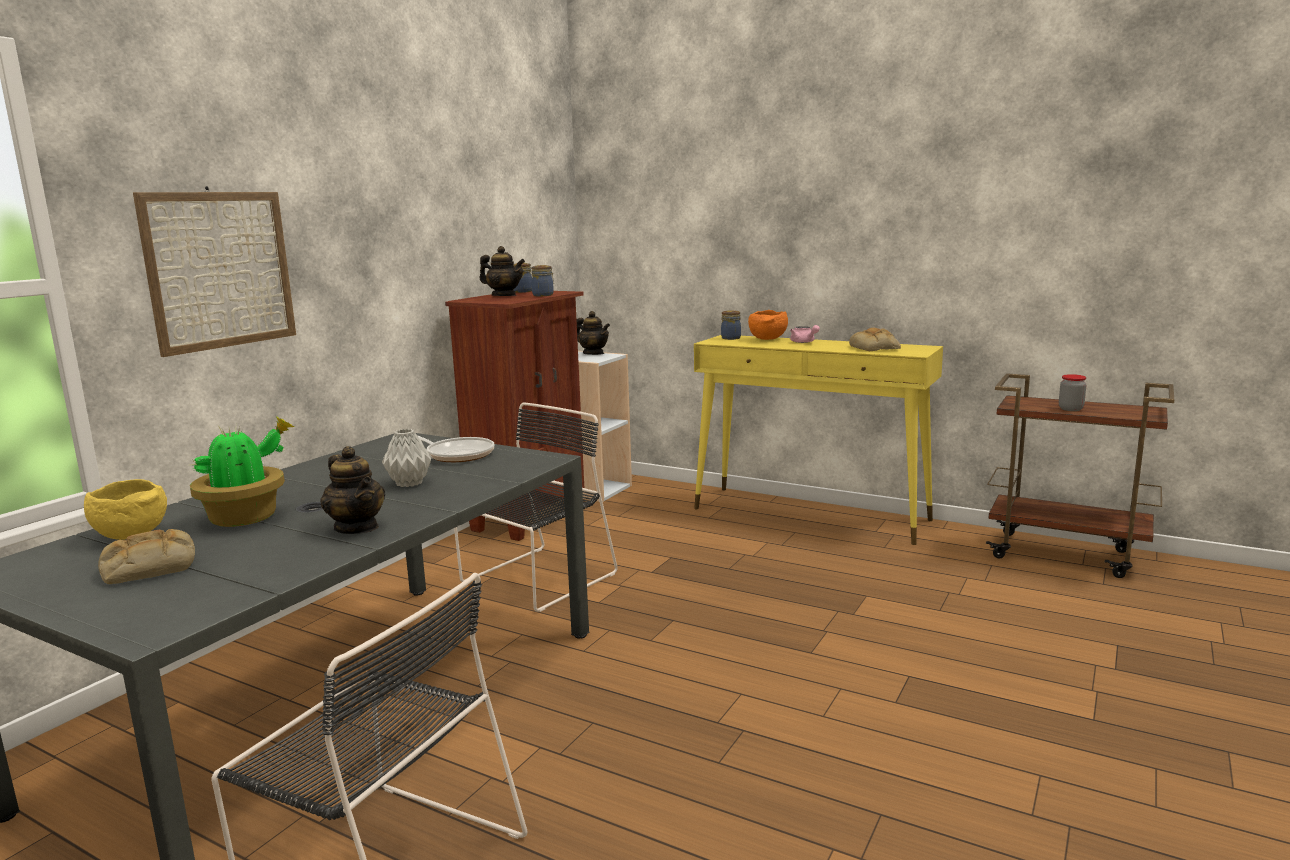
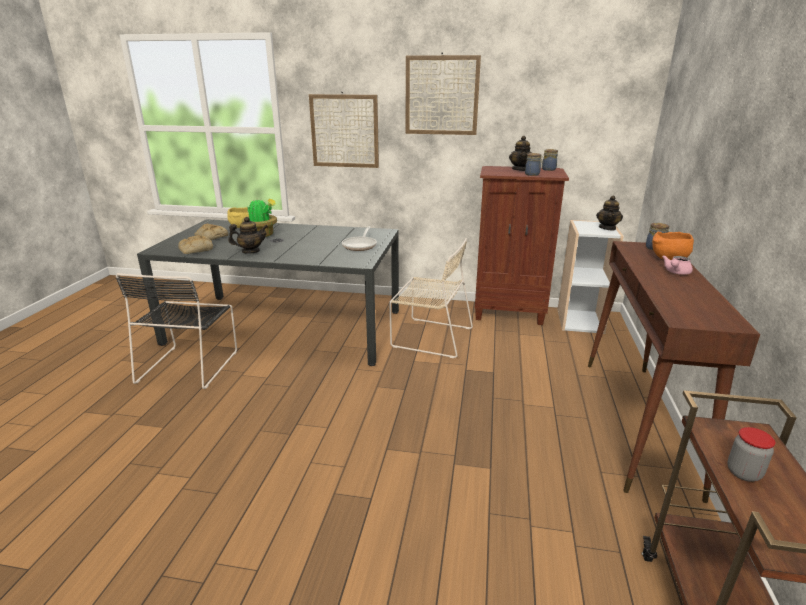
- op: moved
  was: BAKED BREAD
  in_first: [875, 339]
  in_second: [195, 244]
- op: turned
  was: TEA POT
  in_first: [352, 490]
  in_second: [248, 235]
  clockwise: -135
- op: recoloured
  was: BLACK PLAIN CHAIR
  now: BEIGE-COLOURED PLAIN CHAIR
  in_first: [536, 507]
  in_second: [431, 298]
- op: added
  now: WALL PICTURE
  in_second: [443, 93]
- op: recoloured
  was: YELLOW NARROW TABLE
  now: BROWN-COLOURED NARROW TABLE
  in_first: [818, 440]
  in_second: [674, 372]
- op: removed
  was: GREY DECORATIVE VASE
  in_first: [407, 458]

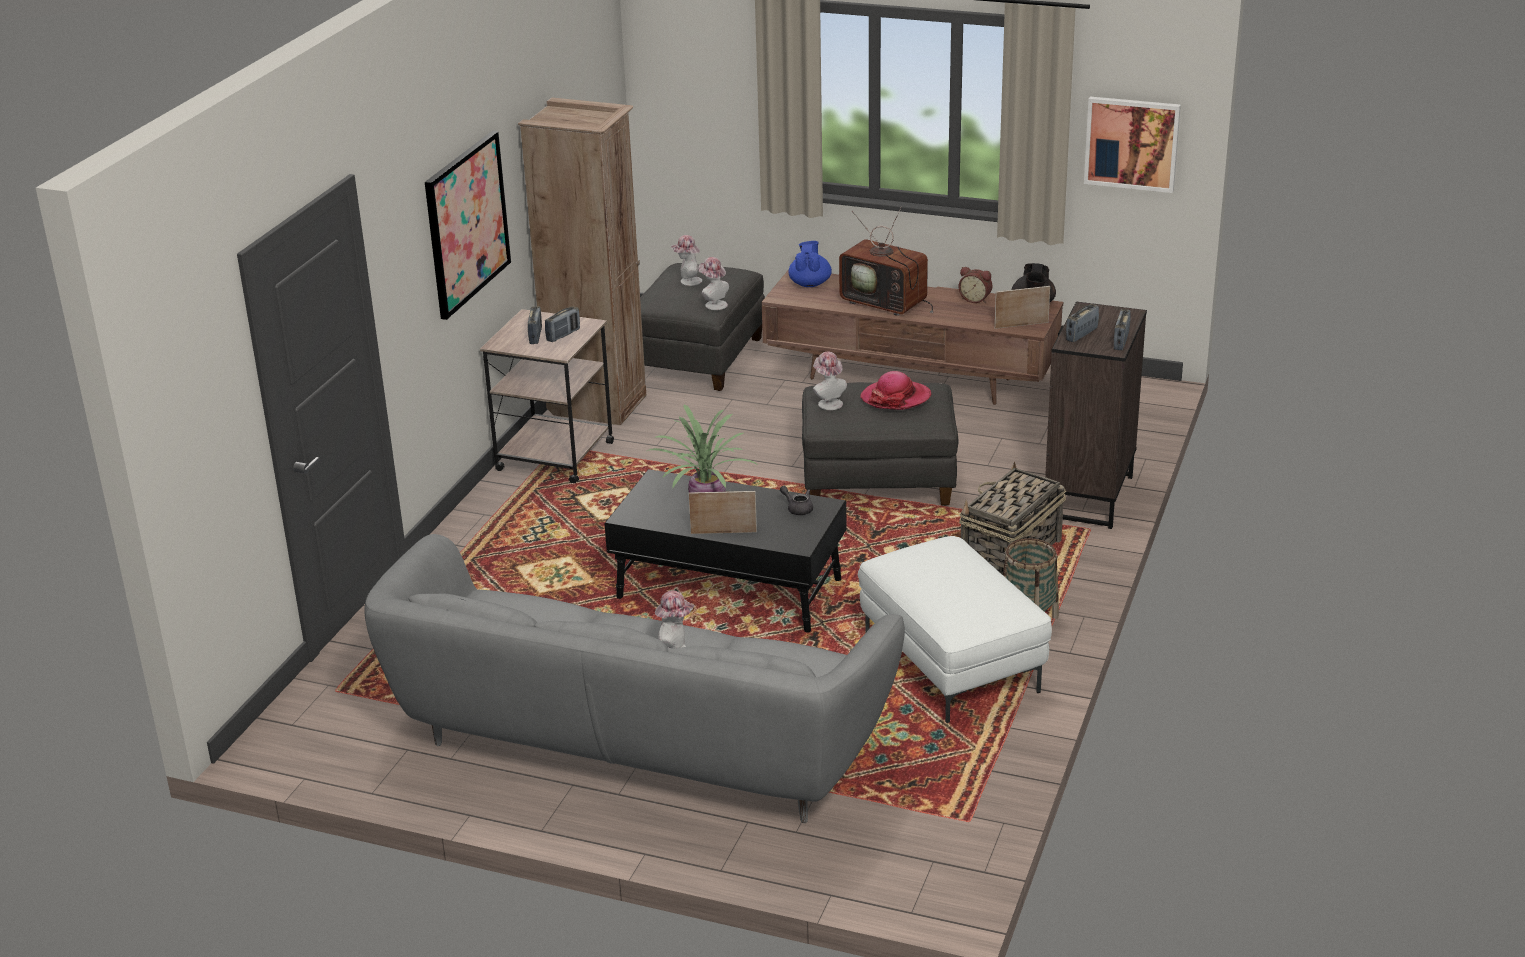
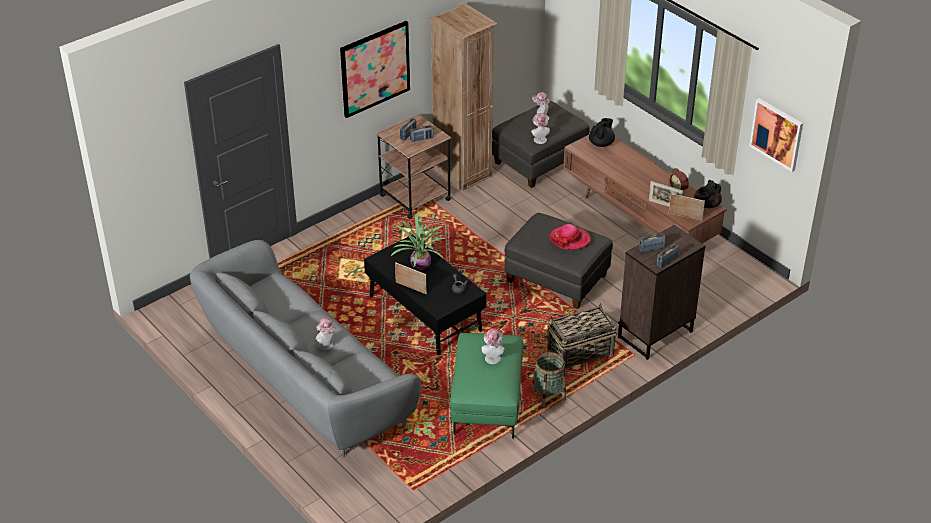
- op: recoloured
  was: WHITE FOOTREST
  now: GREEN FOOTREST
  in_first: [955, 629]
  in_second: [486, 386]
- op: moved
  was: WEARABLE HAT
  in_first: [830, 381]
  in_second: [493, 346]
- op: recoloured
  was: BLUE-COLOURED TEA POT
  now: BLACK TEA POT
  in_first: [810, 264]
  in_second: [602, 132]
- op: added
  now: STANDING FRAME
  in_second: [666, 194]
- op: removed
  was: TV SET
  in_first: [886, 261]

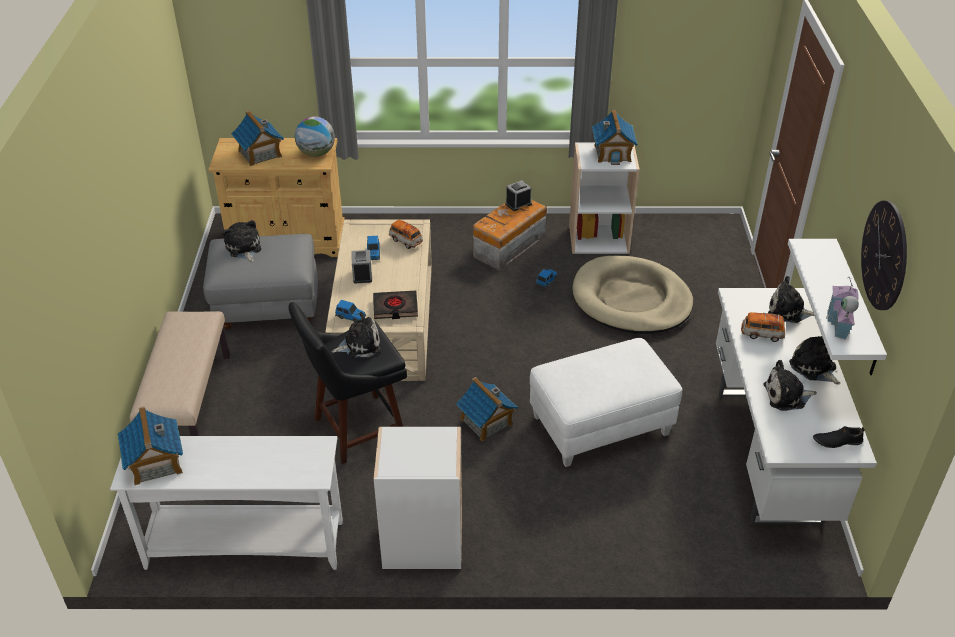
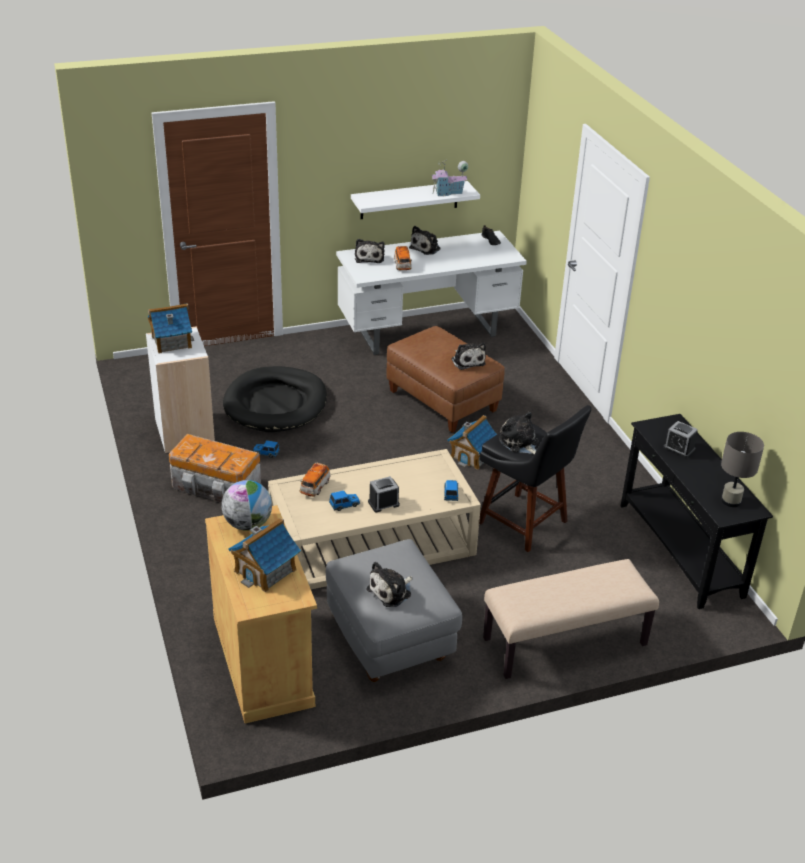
- op: recoloured
  was: BEIGE-COLOURED DOG BED
  now: BLACK DOG BED
  in_first: [633, 295]
  in_second: [275, 399]
- op: recoloured
  was: WHITE FOOTREST
  now: BROWN-COLOURED FOOTREST
  in_first: [606, 402]
  in_second: [446, 379]
- op: moved
  was: SOFT TOY
  in_first: [790, 385]
  in_second: [468, 356]
- op: recoloured
  was: WHITE NARROW TABLE
  now: BLACK NARROW TABLE
  in_first: [226, 503]
  in_second: [697, 511]
- op: moved
  was: ALARM CLOCK
  in_first: [518, 195]
  in_second: [680, 439]
- op: replaced
  was: MINIATURE HOUSE
  now: GREY TABLETOP LAMP
  in_first: [150, 445]
  in_second: [742, 469]
- op: removed
  was: BLACK BOUND BOOK
  in_first: [395, 305]
- op: removed
  was: WHITE SHELVING UNIT
  in_first: [418, 498]
- op: removed
  was: CLOCK ON THE WALL
  in_first: [884, 255]

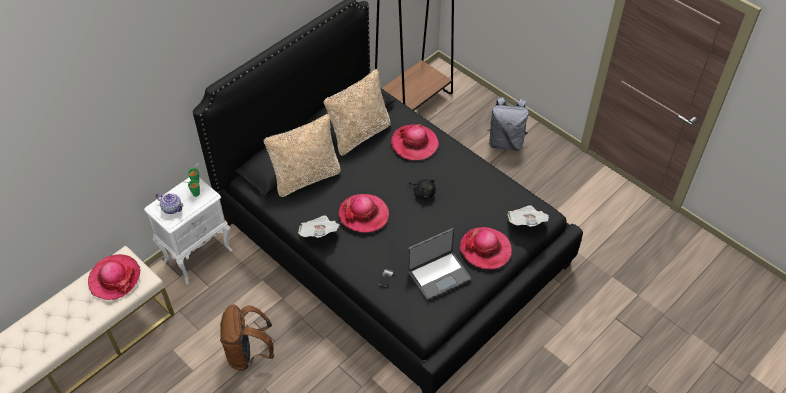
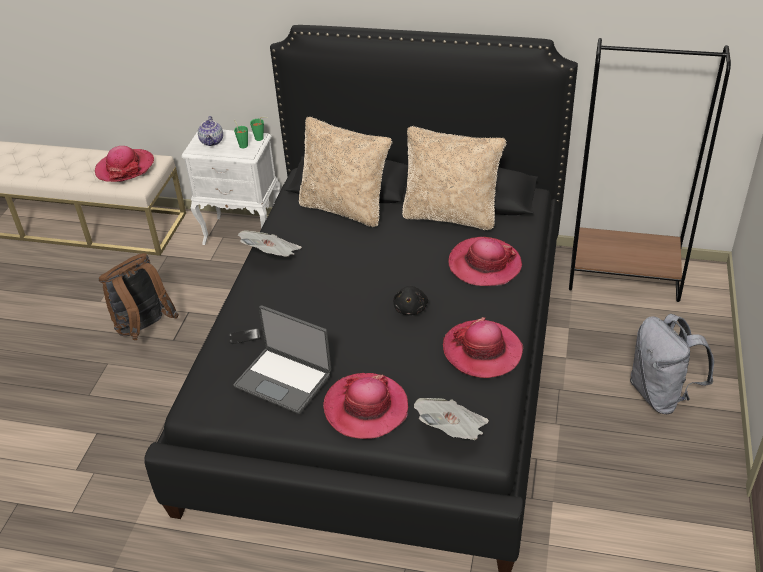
- op: moved
  was: WEARABLE HAT
  in_first: [364, 213]
  in_second: [483, 347]

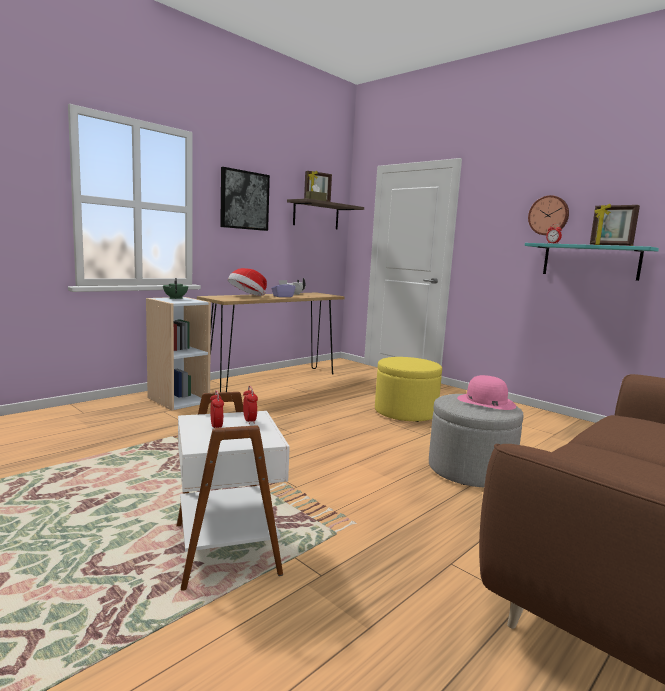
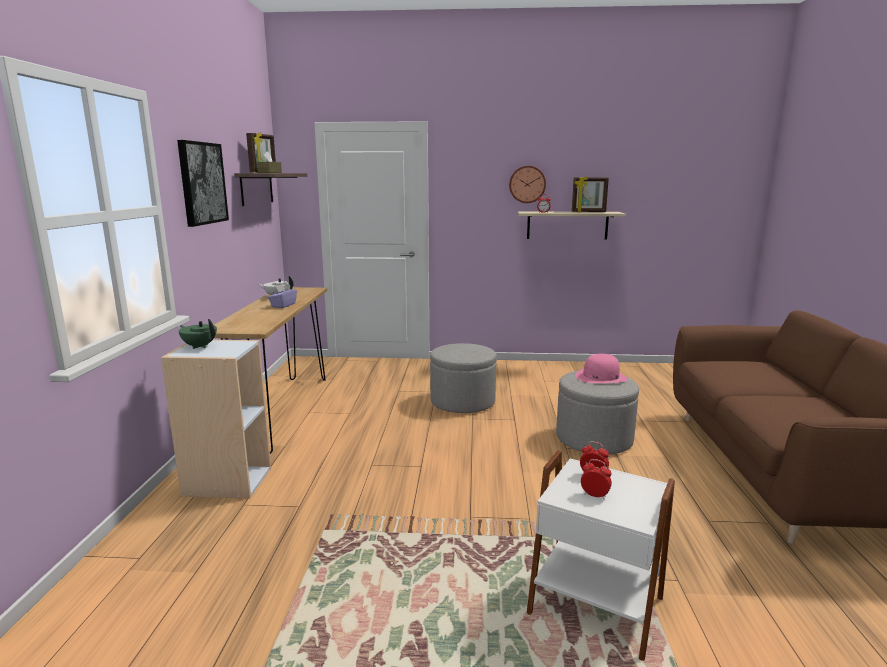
- op: recoloured
  was: YELLOW FOOTREST
  now: GREY FOOTREST
  in_first: [408, 389]
  in_second: [463, 378]
- op: recoloured
  was: TURQUOISE-COLOURED BRACKET SHELF
  now: BEIGE-COLOURED BRACKET SHELF
  in_first: [592, 262]
  in_second: [572, 225]
- op: removed
  was: WEARABLE HAT
  in_first: [247, 282]

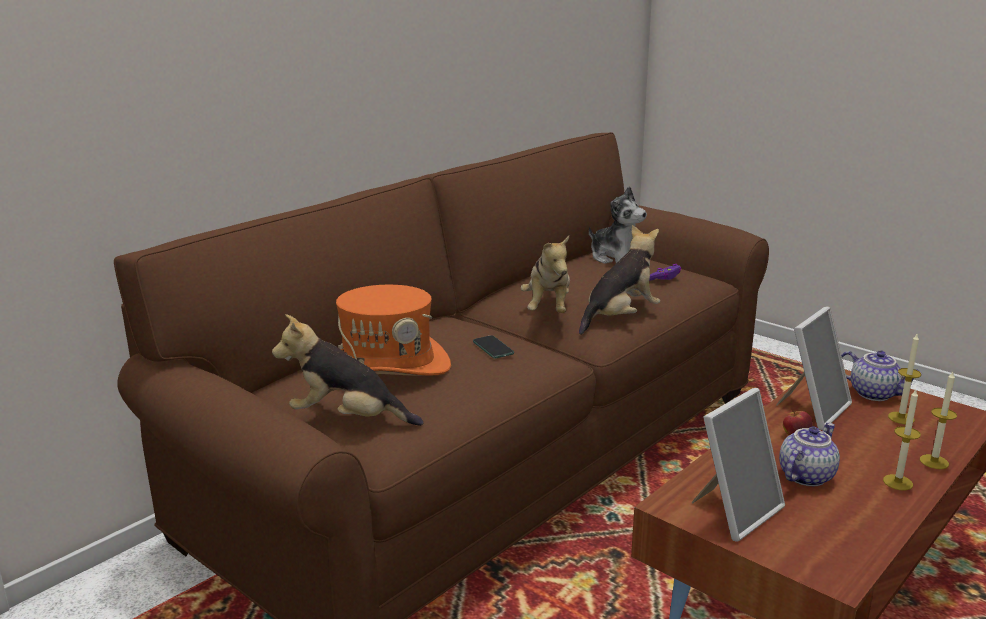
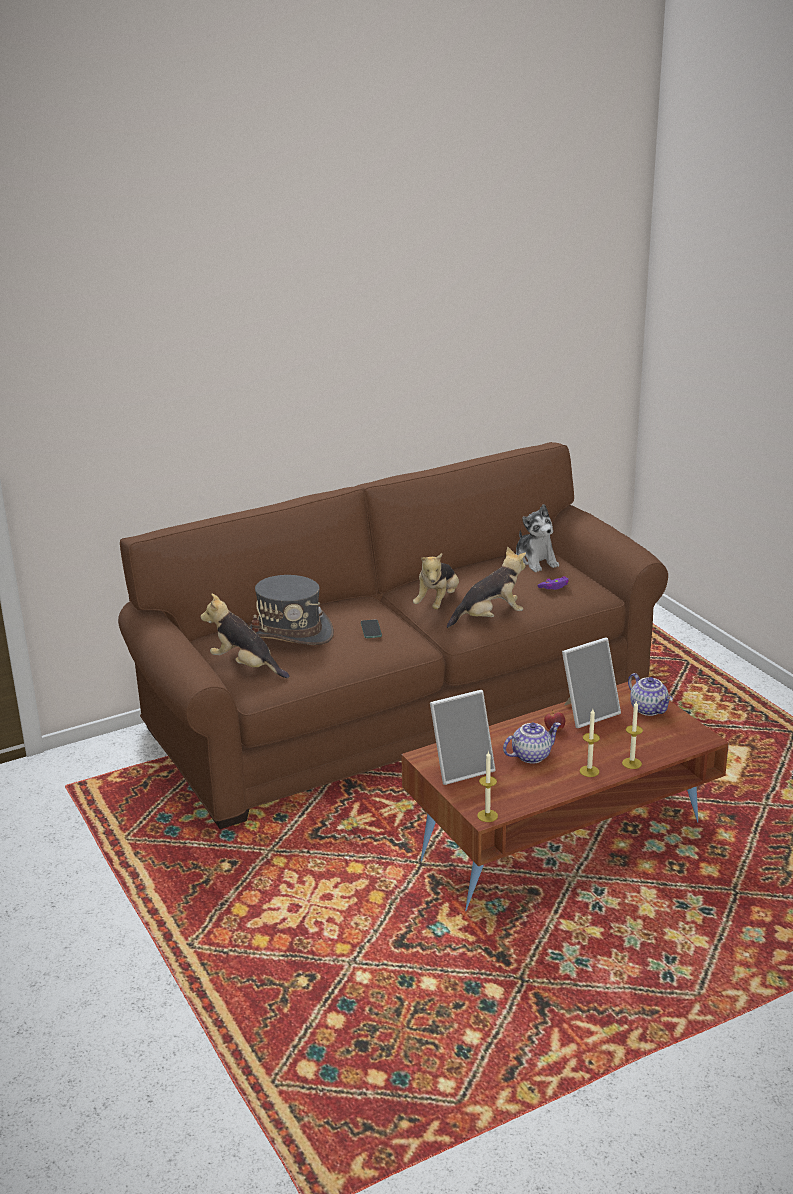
- op: recoloured
  was: ORANGE-COLOURED WEARABLE HAT
  now: GREY WEARABLE HAT
  in_first: [393, 330]
  in_second: [291, 610]
- op: moved
  was: CANDLE
  in_first: [904, 379]
  in_second: [487, 786]

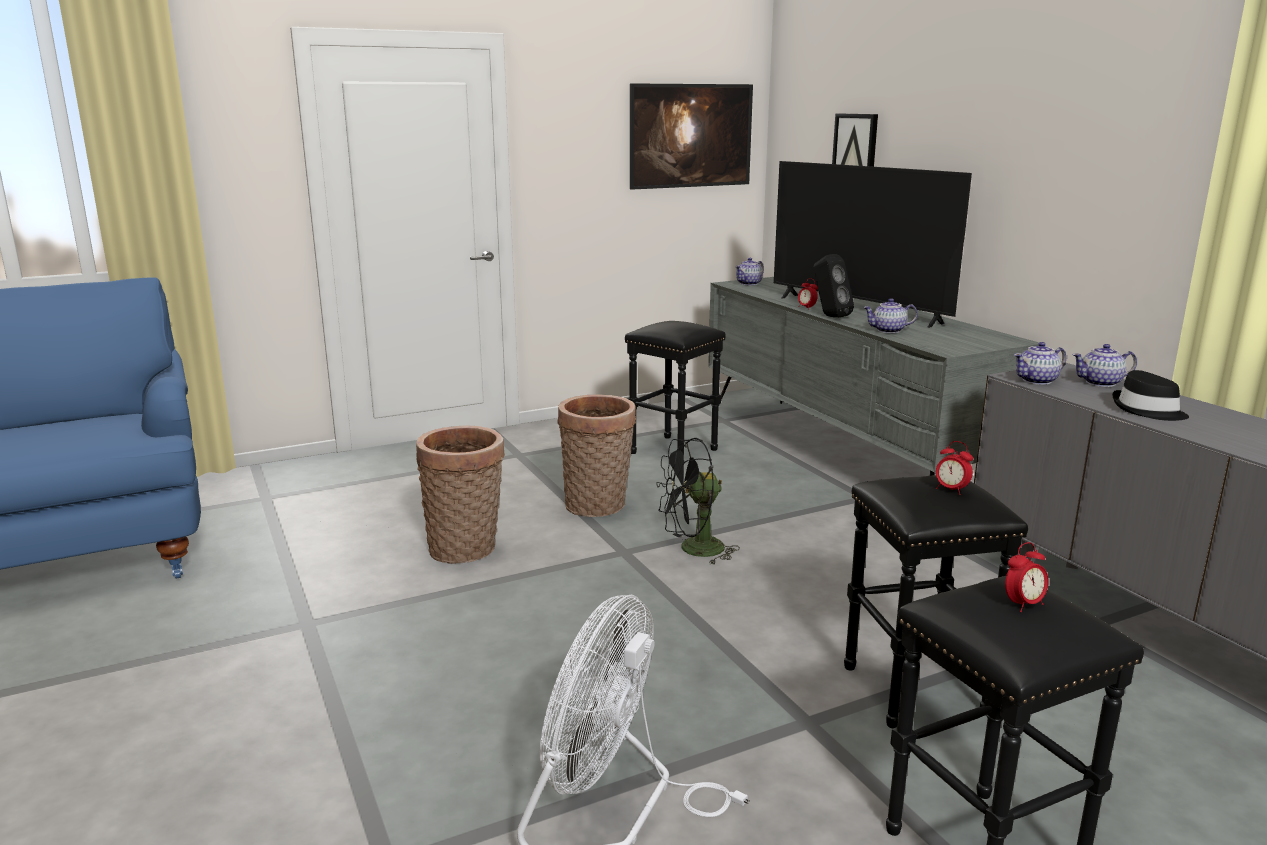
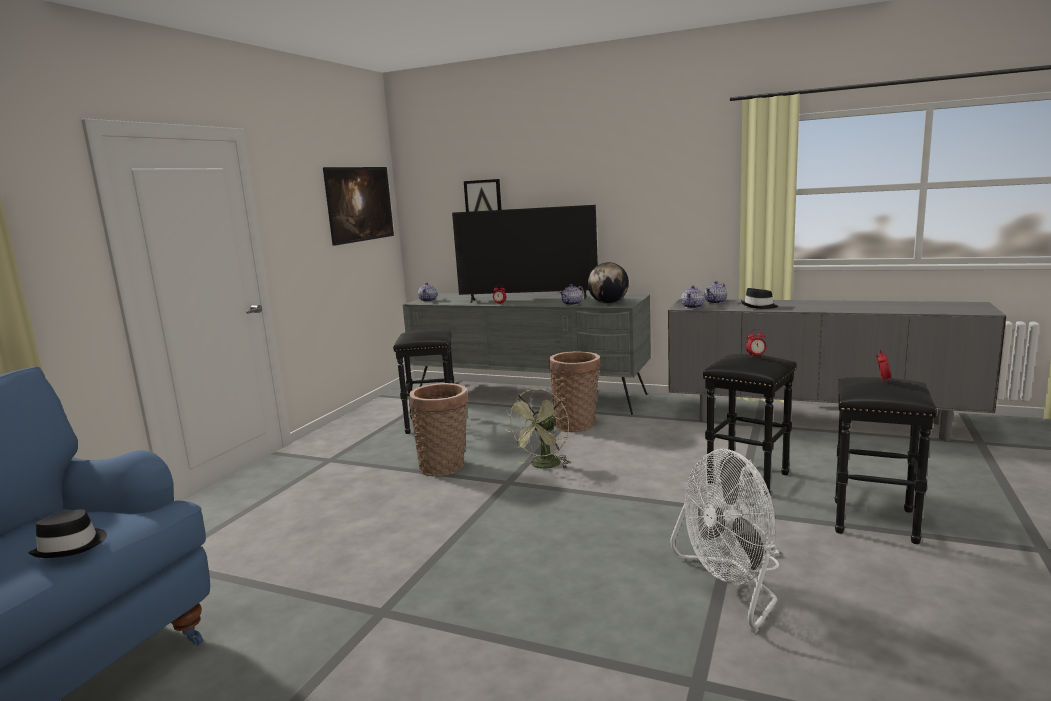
- op: added
  now: BLACK WEARABLE HAT
  in_second: [67, 533]
- op: recoloured
  was: BLACK COOLING FAN
  now: GREEN COOLING FAN
  in_first: [698, 501]
  in_second: [538, 428]
- op: moved
  was: STORAGE BASKET
  in_first: [460, 494]
  in_second: [575, 391]
- op: added
  now: DESK GLOBE
  in_second: [608, 283]
- op: removed
  was: BLACK SPEAKER
  in_first: [834, 285]

